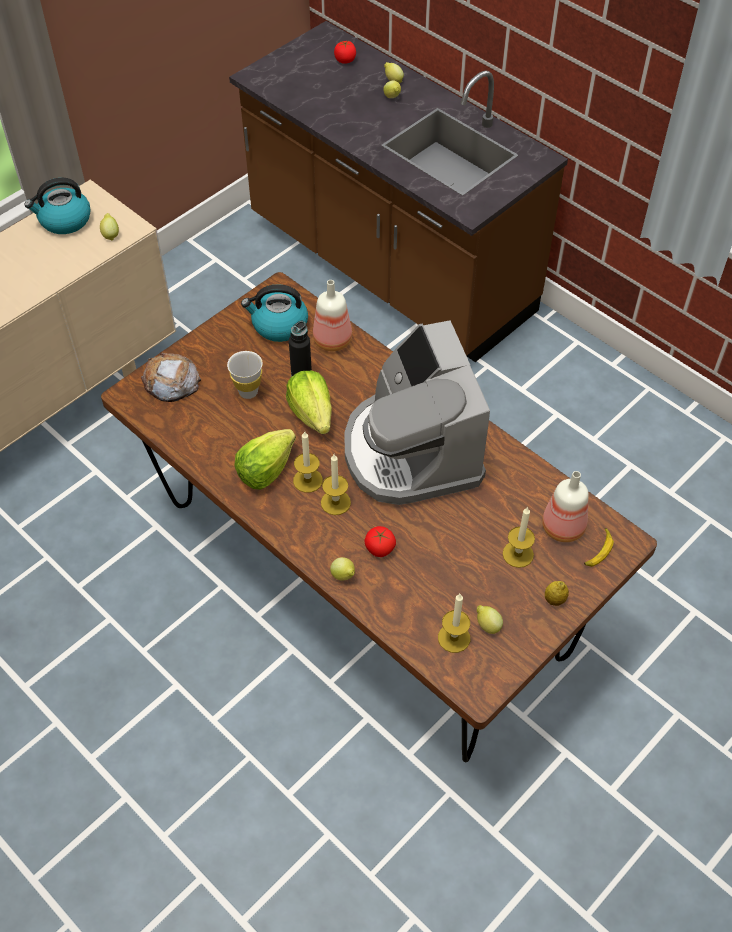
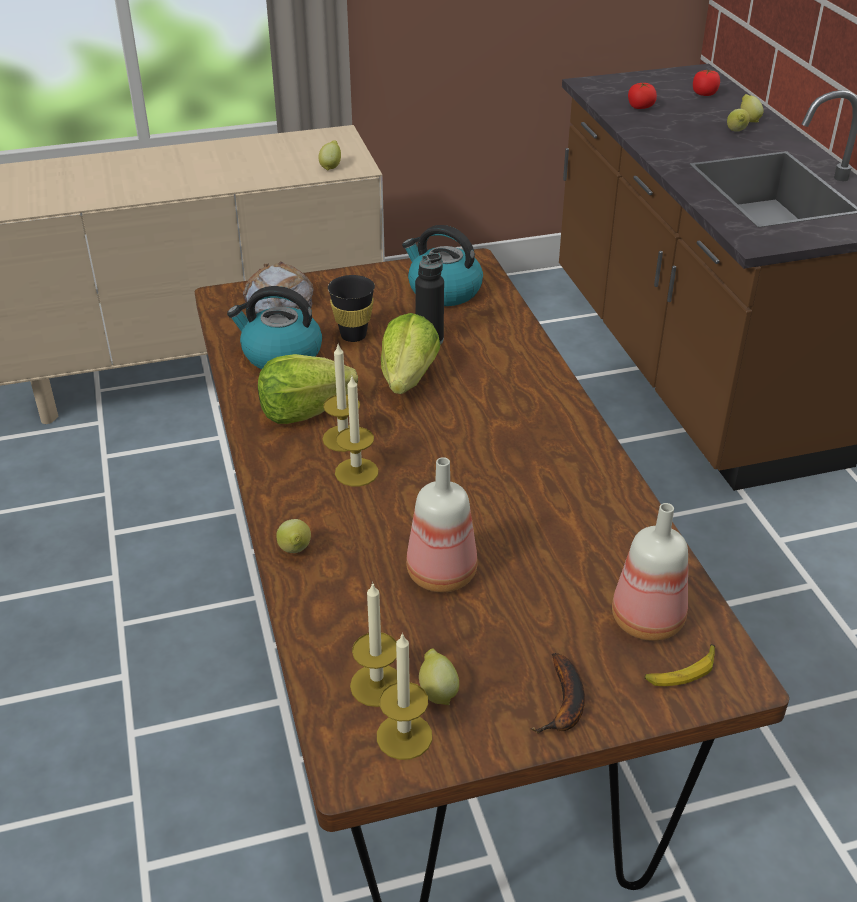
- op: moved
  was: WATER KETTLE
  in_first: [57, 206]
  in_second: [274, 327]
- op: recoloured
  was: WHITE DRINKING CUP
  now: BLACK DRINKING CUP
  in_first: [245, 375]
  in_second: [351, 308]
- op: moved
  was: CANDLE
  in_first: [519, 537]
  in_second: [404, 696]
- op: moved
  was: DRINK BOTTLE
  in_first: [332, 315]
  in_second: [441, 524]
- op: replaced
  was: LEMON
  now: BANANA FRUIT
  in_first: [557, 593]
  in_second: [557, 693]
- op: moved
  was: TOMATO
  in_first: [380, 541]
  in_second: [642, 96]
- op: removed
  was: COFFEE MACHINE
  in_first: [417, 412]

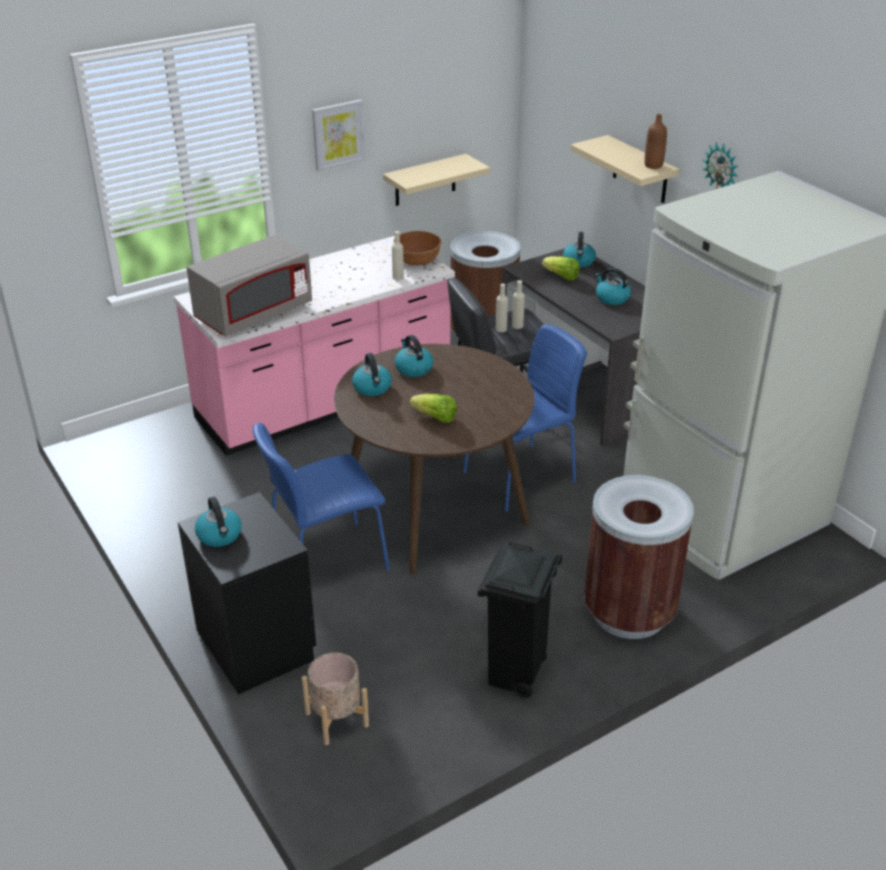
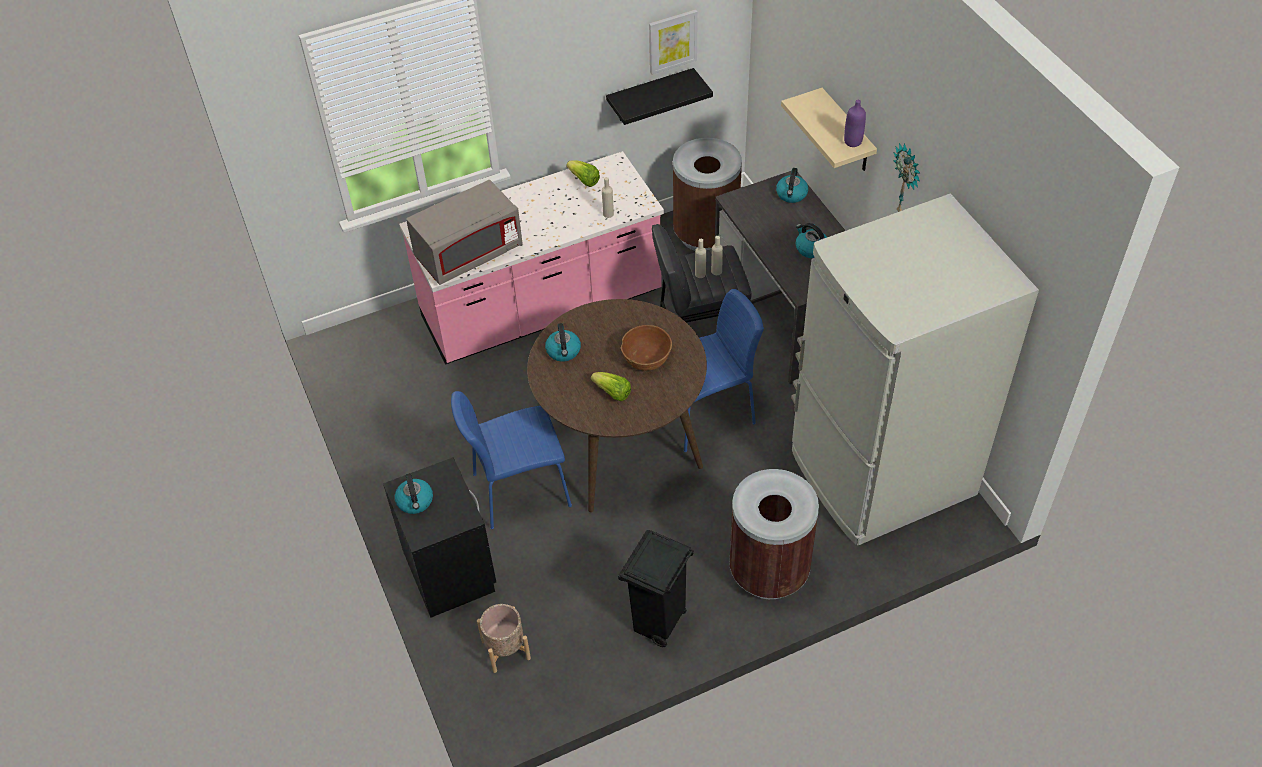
- op: moved
  was: LETTUCE
  in_first: [561, 268]
  in_second: [583, 173]
- op: recoloured
  was: BEIGE-COLOURED BRACKET SHELF
  now: BLACK BRACKET SHELF
  in_first: [436, 180]
  in_second: [659, 96]
- op: moved
  was: BROWN-COLOURED SERVING BOWL
  in_first: [417, 248]
  in_second: [646, 348]
- op: moved
  was: WALL PICTURE
  in_first: [338, 135]
  in_second: [673, 42]
- op: recoloured
  was: BROWN-COLOURED DRINK BOTTLE
  now: PURPLISH DRINK BOTTLE
  in_first: [656, 141]
  in_second: [855, 123]
- op: removed
  was: WATER KETTLE
  in_first: [414, 356]

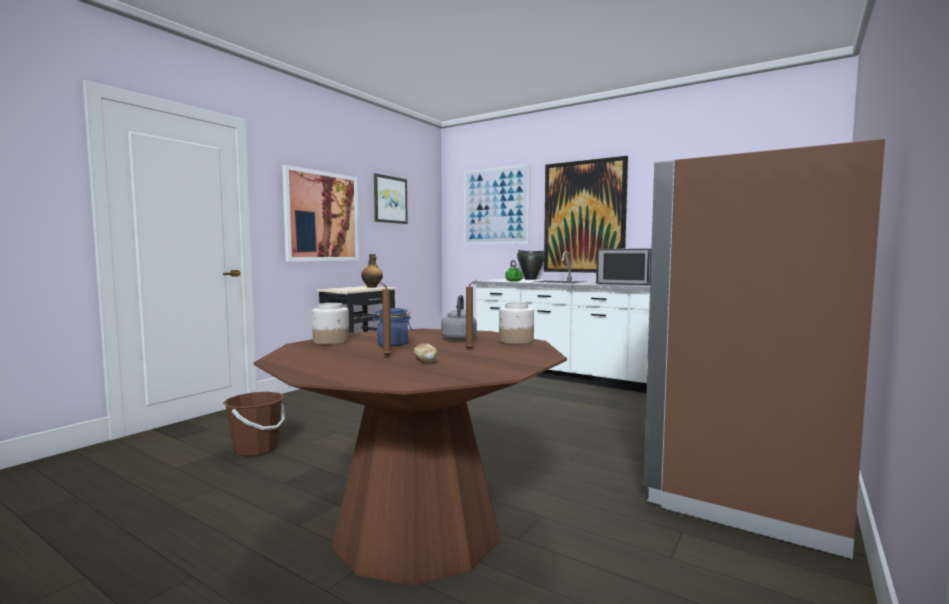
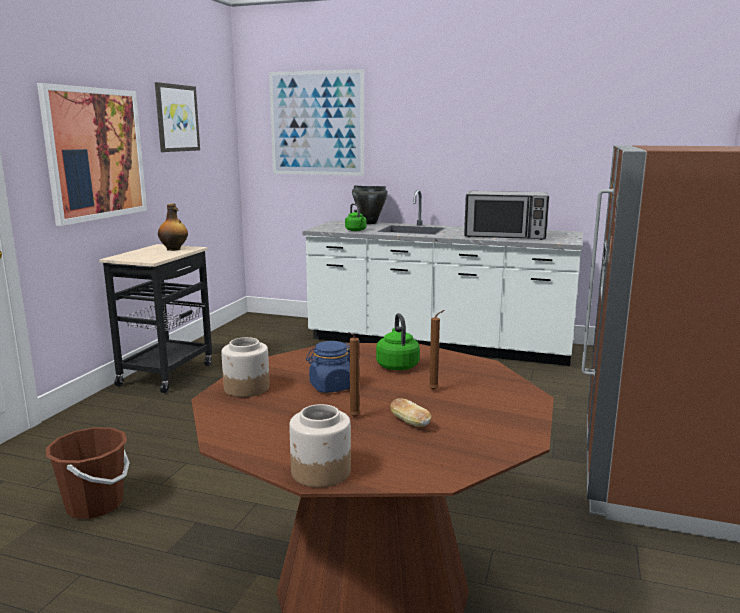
- op: moved
  was: STORAGE JAR
  in_first: [516, 323]
  in_second: [320, 446]
- op: recoloured
  was: GREY WATER KETTLE
  now: GREEN WATER KETTLE
  in_first: [459, 318]
  in_second: [398, 341]
- op: removed
  was: WALL PICTURE
  in_first: [586, 214]

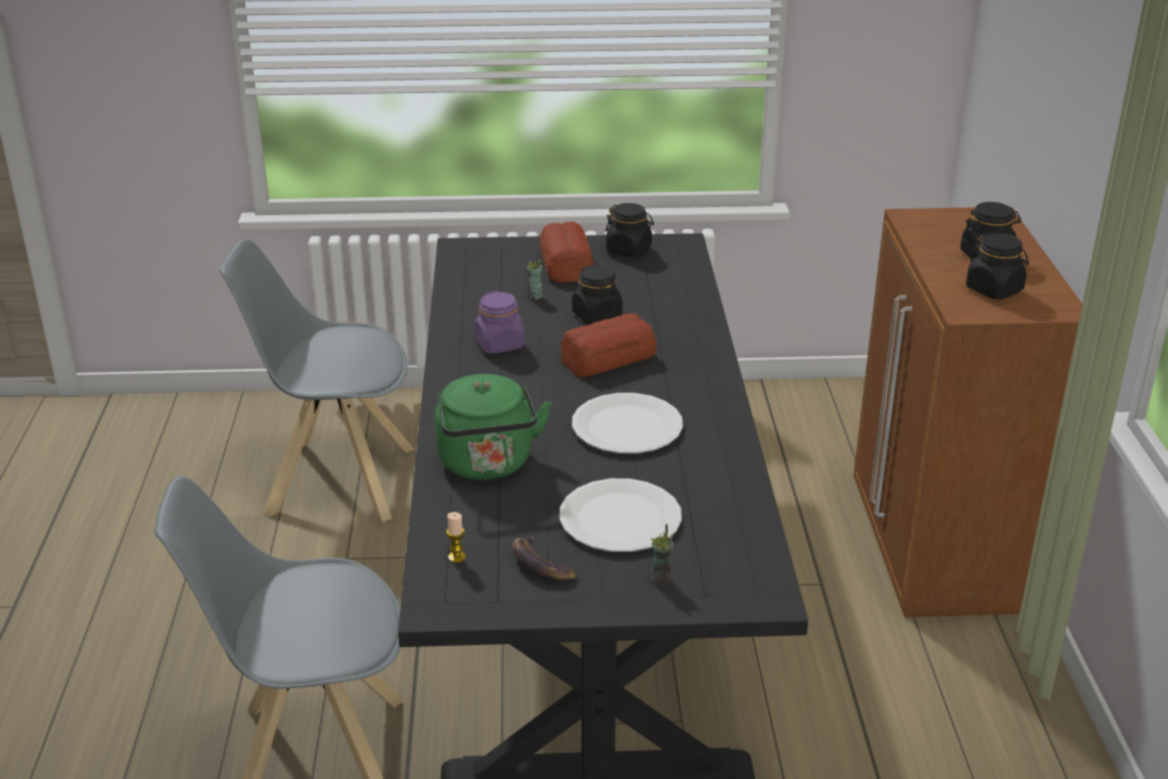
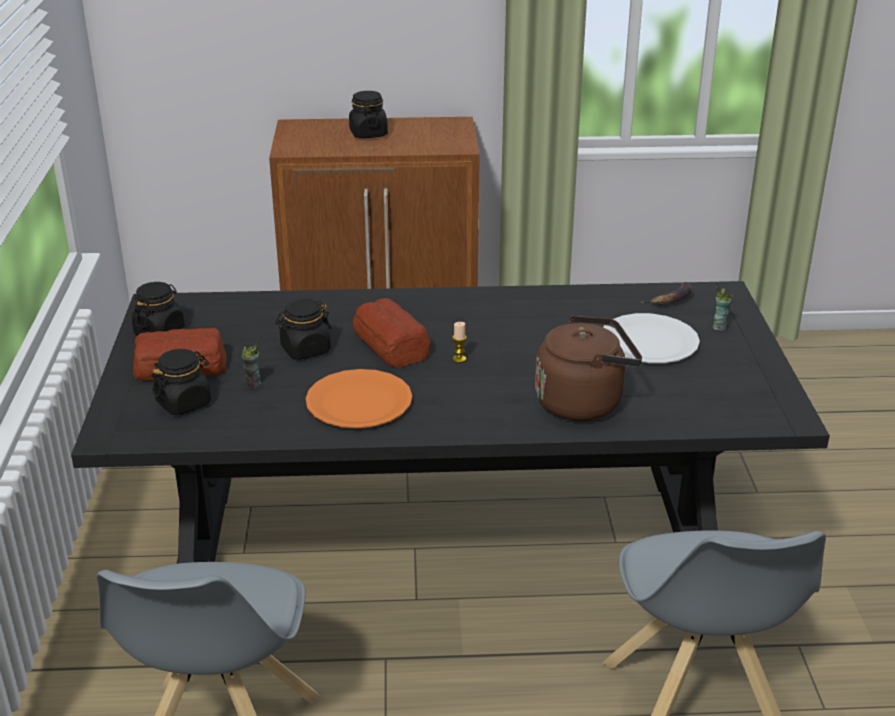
- op: moved
  was: BLACK STORAGE JAR
  in_first: [997, 266]
  in_second: [181, 382]
- op: replaced
  was: PURPLISH STORAGE JAR
  now: ORANGE-COLOURED DINNER PLATE
  in_first: [499, 322]
  in_second: [359, 398]
- op: moved
  was: CANDLE
  in_first: [456, 537]
  in_second: [460, 342]
- op: recoloured
  was: GREEN WATER KETTLE
  now: BROWN-COLOURED WATER KETTLE
  in_first: [493, 427]
  in_second: [588, 368]
- op: moved
  was: BANANA FRUIT
  in_first: [545, 558]
  in_second: [666, 293]
- op: removed
  was: WHITE DINNER PLATE
  in_first: [627, 423]

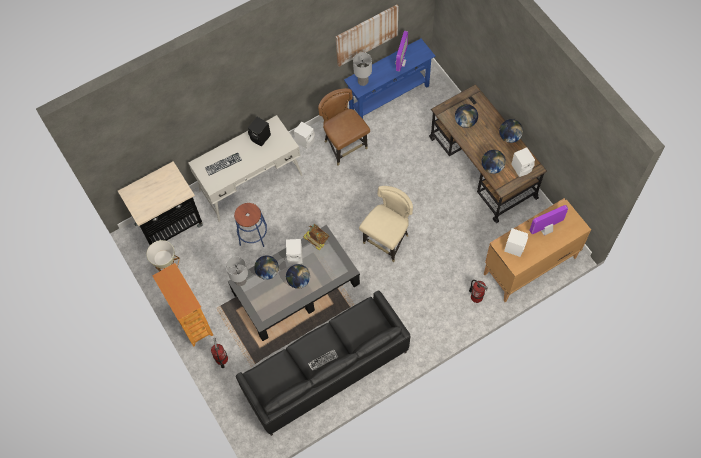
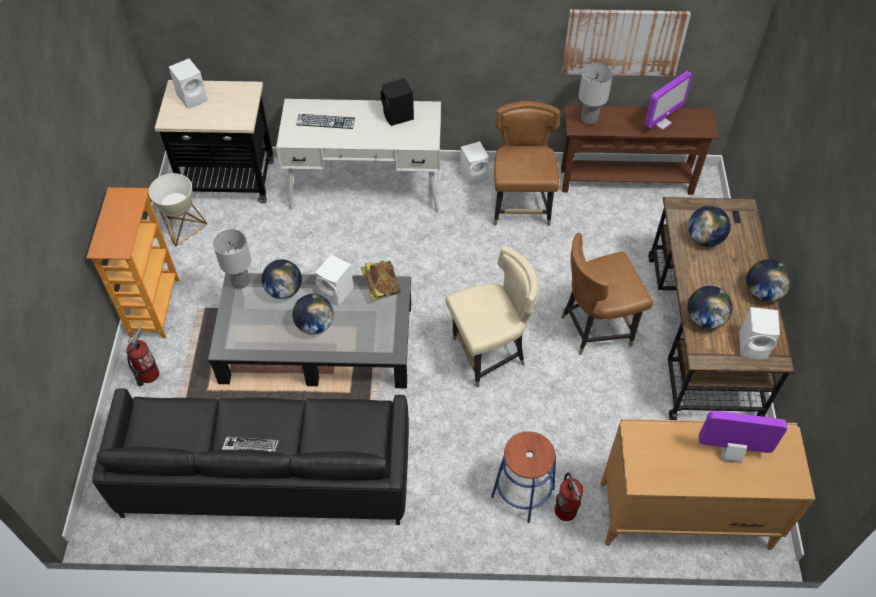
- op: moved
  was: WHITE SPEAKER
  in_first: [516, 242]
  in_second: [188, 83]
- op: moved
  was: BLUE-COLOURED SITTING STOOL
  in_first: [250, 225]
  in_second: [523, 477]
- op: recoloured
  was: BLUE-COLOURED NARROW TABLE
  now: BROWN-COLOURED NARROW TABLE
  in_first: [389, 79]
  in_second: [640, 150]
- op: added
  now: BROWN-COLOURED PLAIN CHAIR
  in_second: [607, 294]

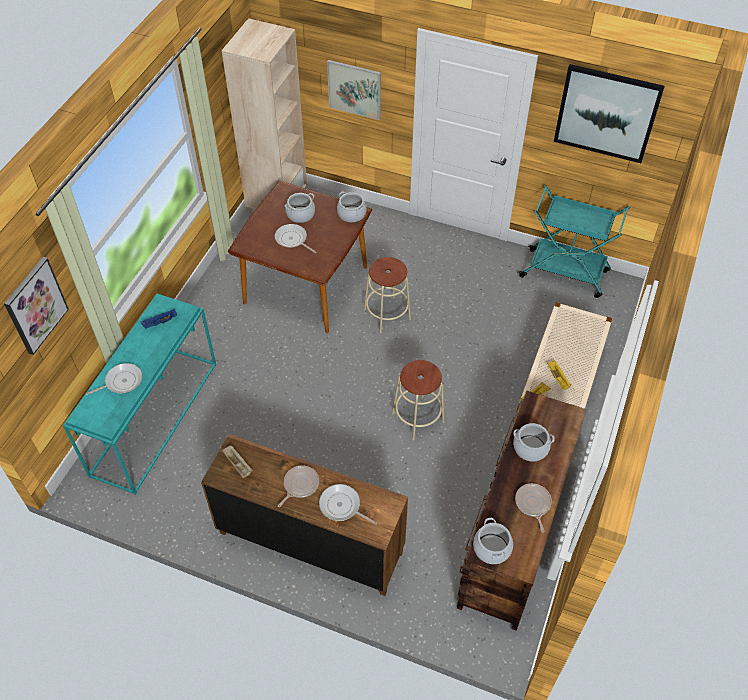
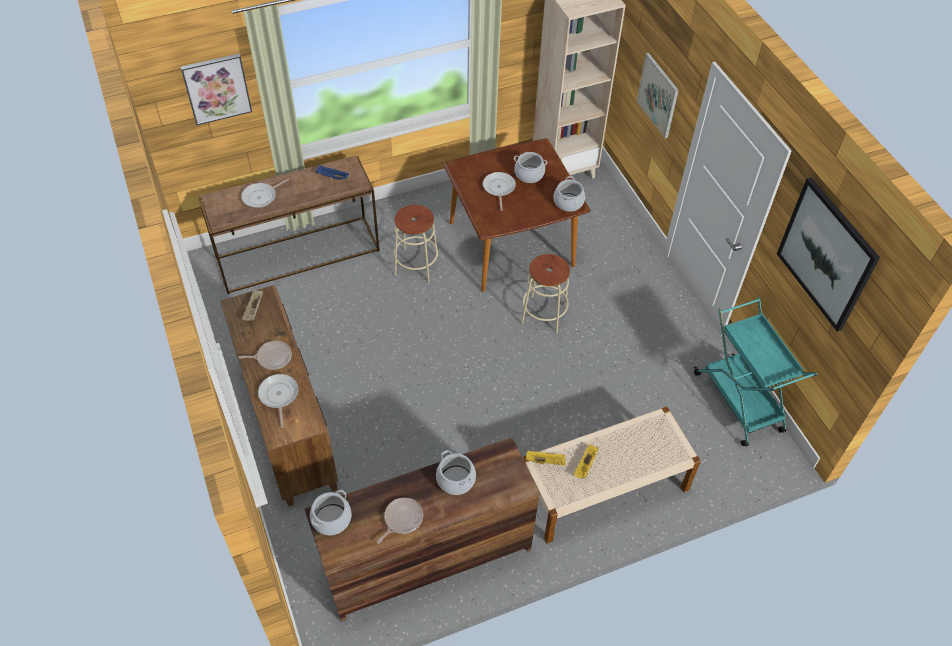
- op: recoloured
  was: TURQUOISE-COLOURED NARROW TABLE
  now: BROWN-COLOURED NARROW TABLE
  in_first: [139, 394]
  in_second: [289, 224]
- op: turned
  was: PAN
  in_first: [114, 379]
  in_second: [265, 193]
  clockwise: 120
- op: moved
  was: BEIGE-COLOURED SITTING STOOL
  in_first: [418, 400]
  in_second: [416, 243]

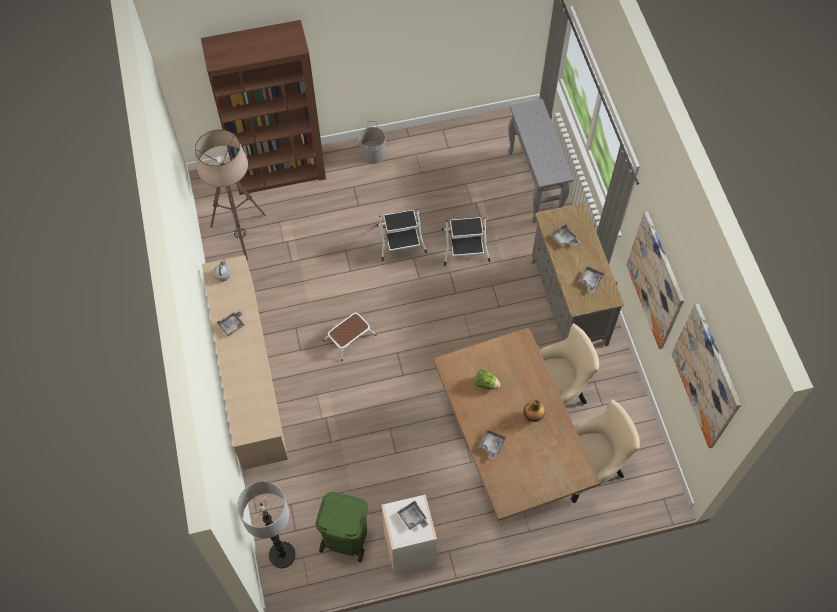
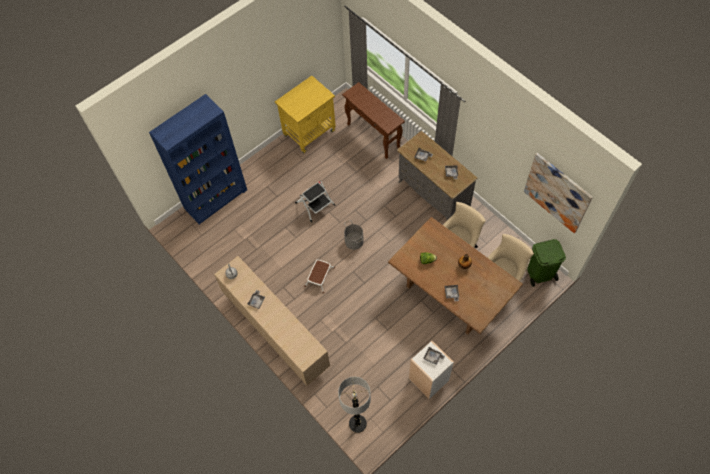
- op: recoloured
  was: BROWN-COLOURED SHELVING UNIT
  now: BLUE-COLOURED SHELVING UNIT
  in_first: [263, 107]
  in_second: [198, 159]
- op: added
  now: YELLOW CART
  in_second: [305, 115]
- op: recoloured
  was: GREY NARROW TABLE
  now: BROWN-COLOURED NARROW TABLE
  in_first: [540, 161]
  in_second: [373, 120]
- op: moved
  was: GREY BUCKET
  in_first: [372, 142]
  in_second: [354, 235]
- op: moved
  was: GREEN TRASH CAN
  in_first: [342, 527]
  in_second: [546, 263]
- op: removed
  was: STANDING LAMP
  in_first: [230, 194]
- op: removed
  was: STEP STOOL
  in_first: [466, 241]
- op: removed
  was: WALL PICTURE
  in_first: [655, 280]

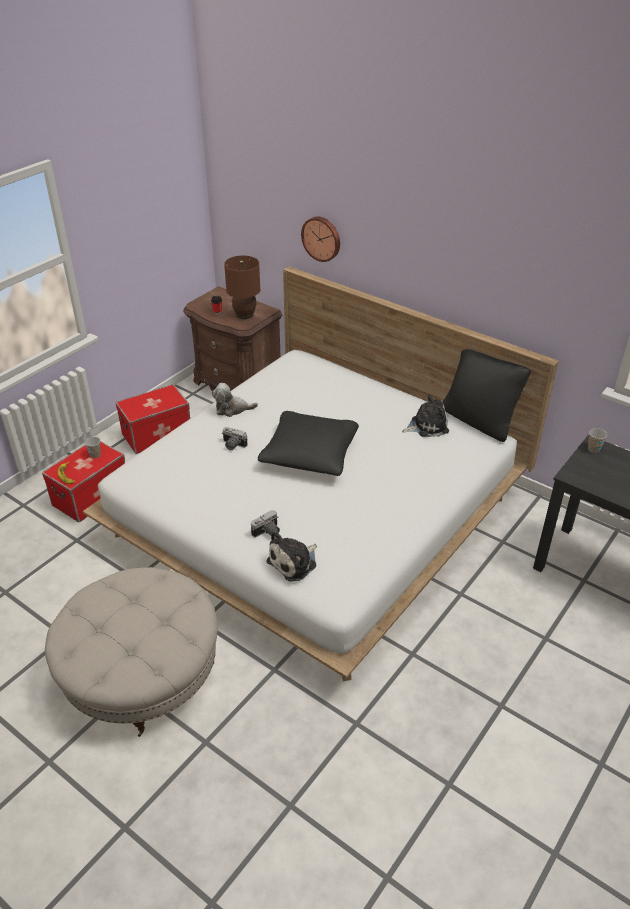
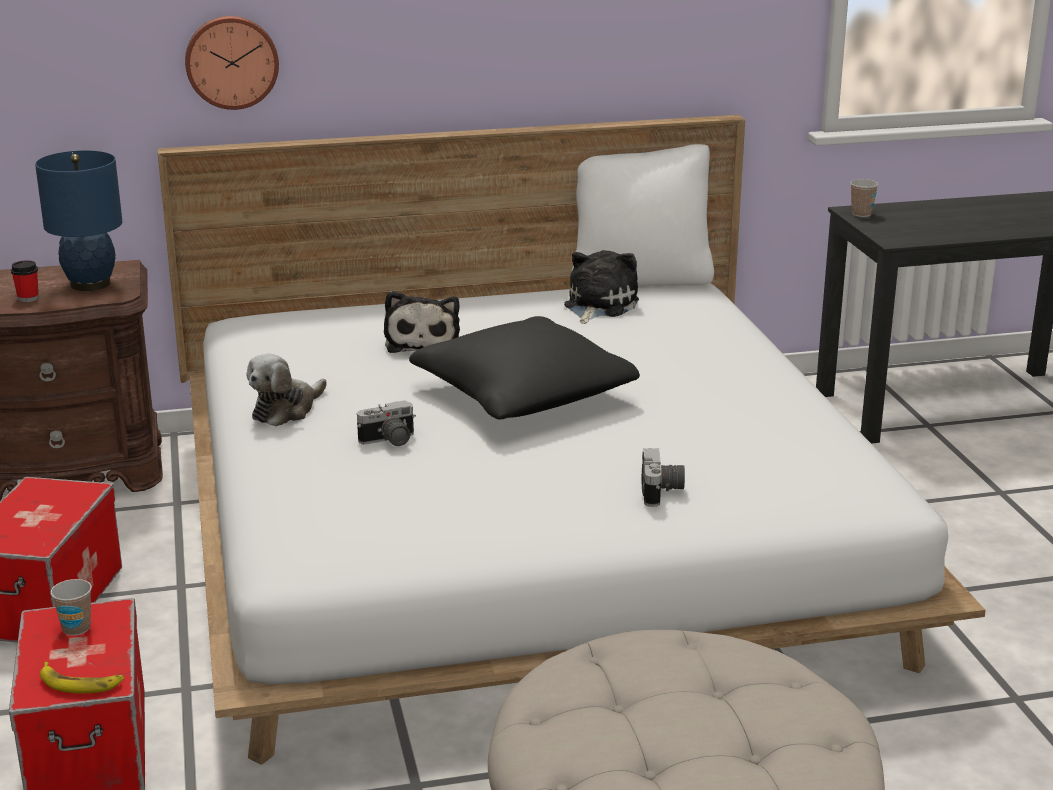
- op: recoloured
  was: BROWN-COLOURED TABLETOP LAMP
  now: BLUE-COLOURED TABLETOP LAMP
  in_first: [242, 287]
  in_second: [78, 221]
- op: moved
  was: SOFT TOY
  in_first: [291, 556]
  in_second: [422, 322]
- op: recoloured
  was: BLACK CUSHION
  now: WHITE CUSHION
  in_first: [487, 395]
  in_second: [643, 215]

